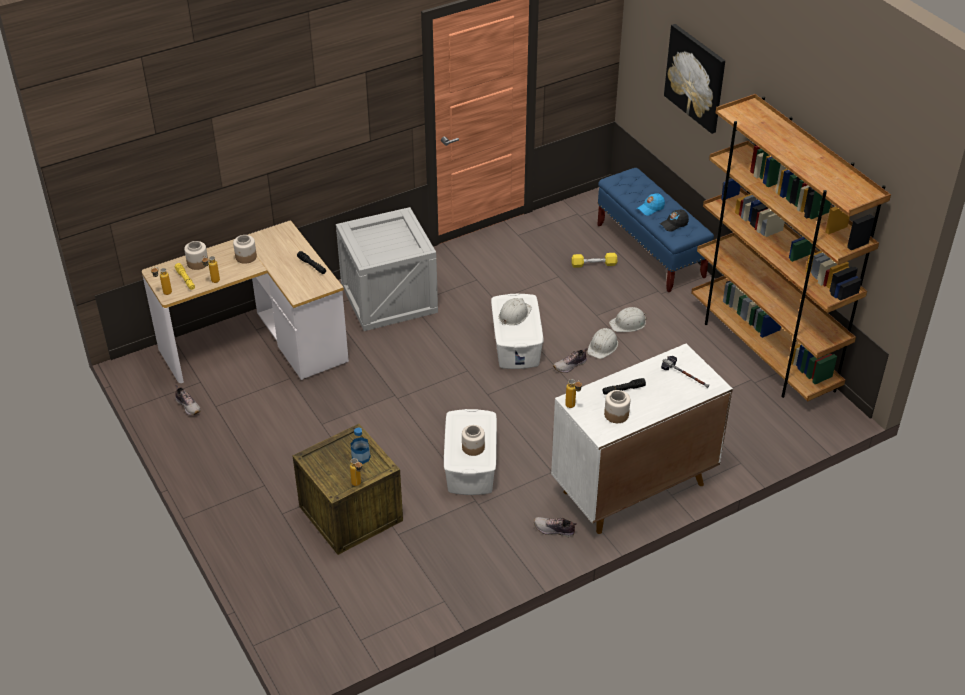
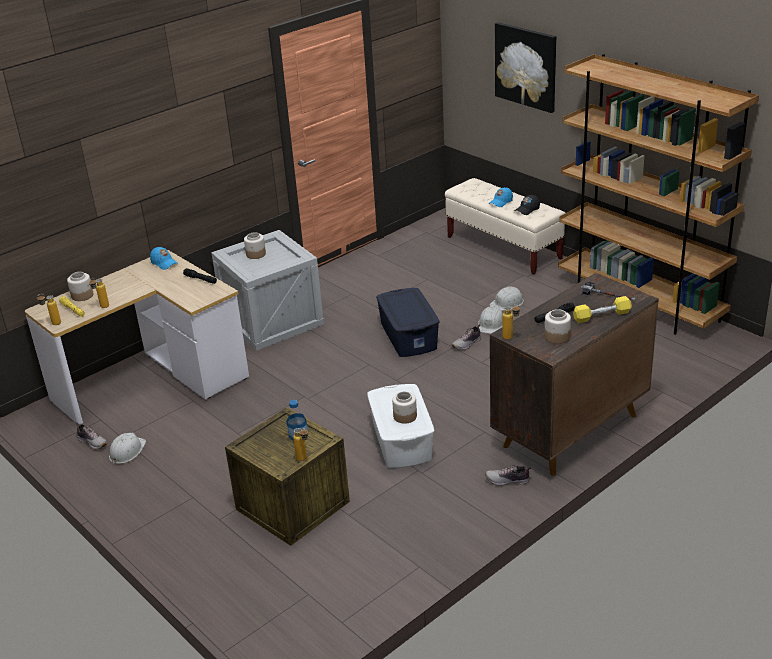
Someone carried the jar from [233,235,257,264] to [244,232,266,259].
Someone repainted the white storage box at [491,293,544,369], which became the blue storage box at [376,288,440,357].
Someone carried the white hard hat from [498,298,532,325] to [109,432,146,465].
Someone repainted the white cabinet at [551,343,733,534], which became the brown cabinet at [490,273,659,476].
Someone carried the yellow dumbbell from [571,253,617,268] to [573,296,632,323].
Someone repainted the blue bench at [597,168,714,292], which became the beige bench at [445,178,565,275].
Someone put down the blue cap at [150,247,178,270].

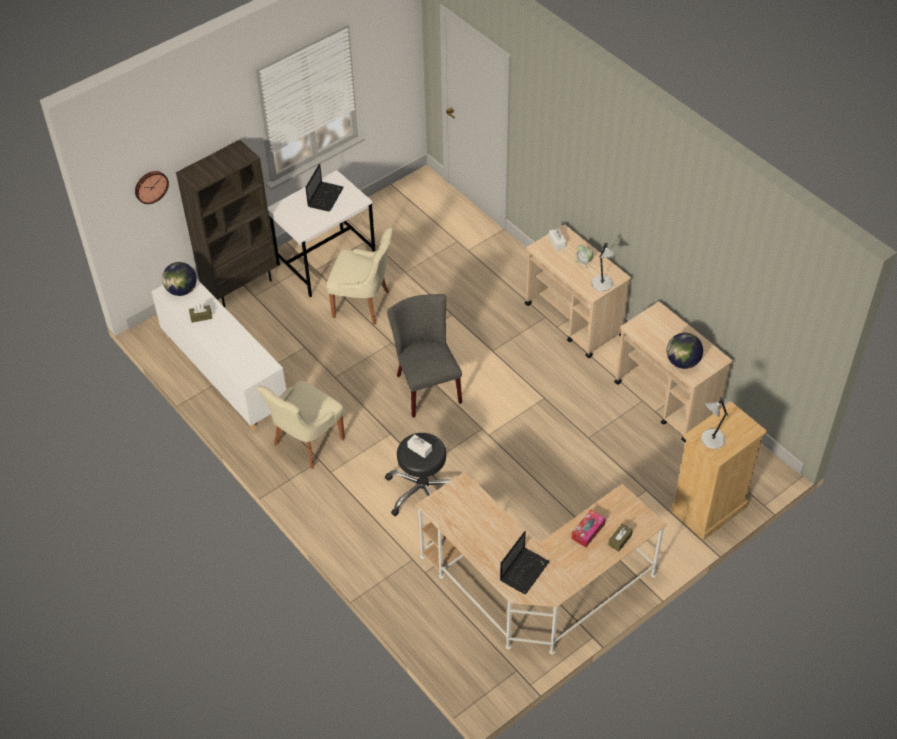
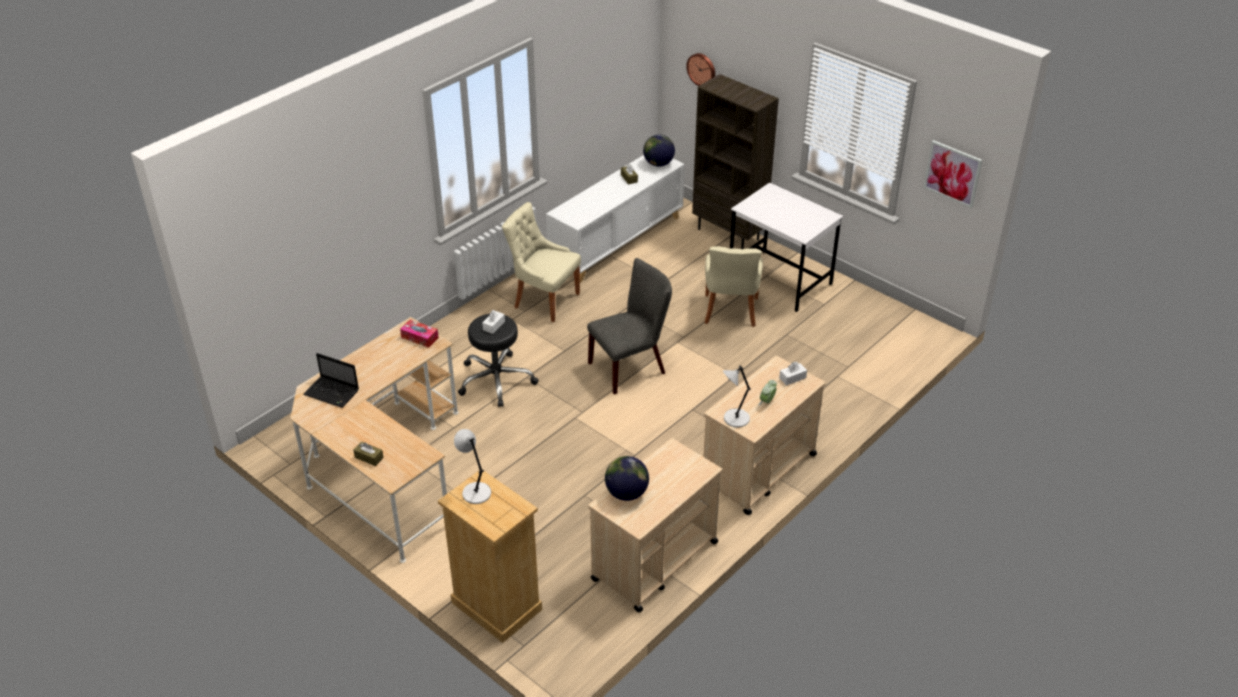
Someone took away the laptop at [305,164,344,211].
Someone carried the tissue box from [571,510,606,547] to [400,319,439,348].
Someone put up the picture at [924,140,982,208].

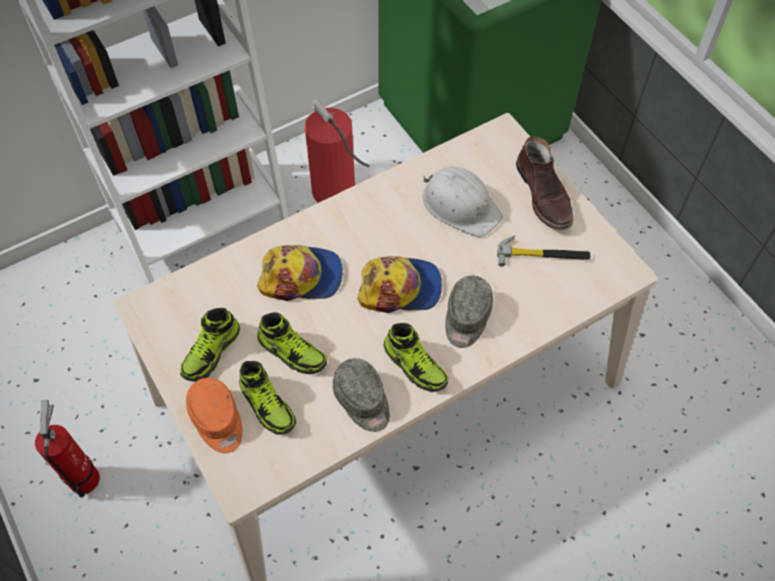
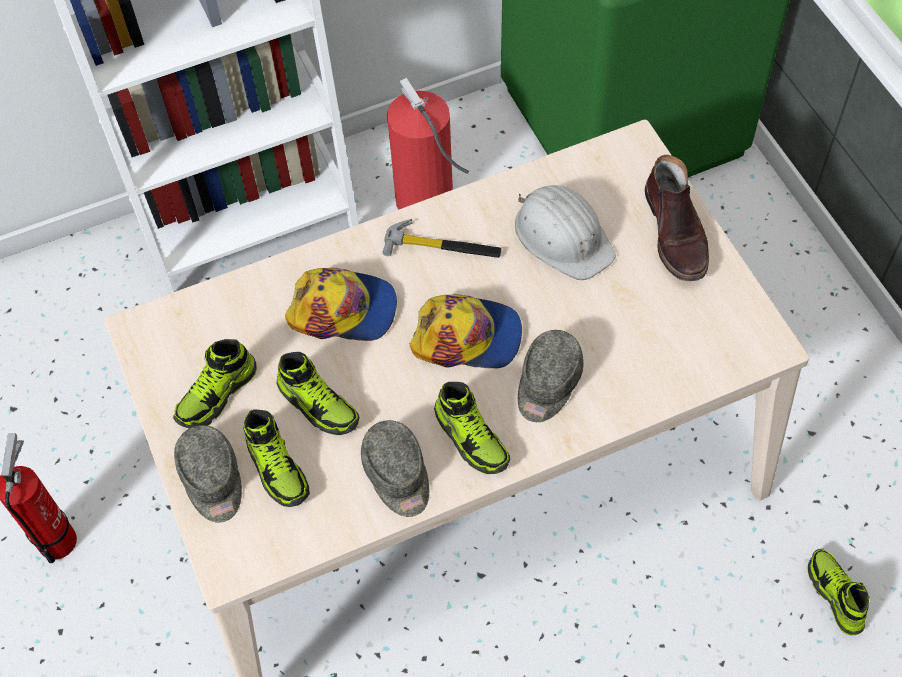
Someone repainted the orange cap at [186,378,243,453], which became the grey cap at [174,425,242,523].
Someone carried the hammer from [497,235,590,267] to [382,219,501,258].
Someone put down the shoe at [807,549,870,635].

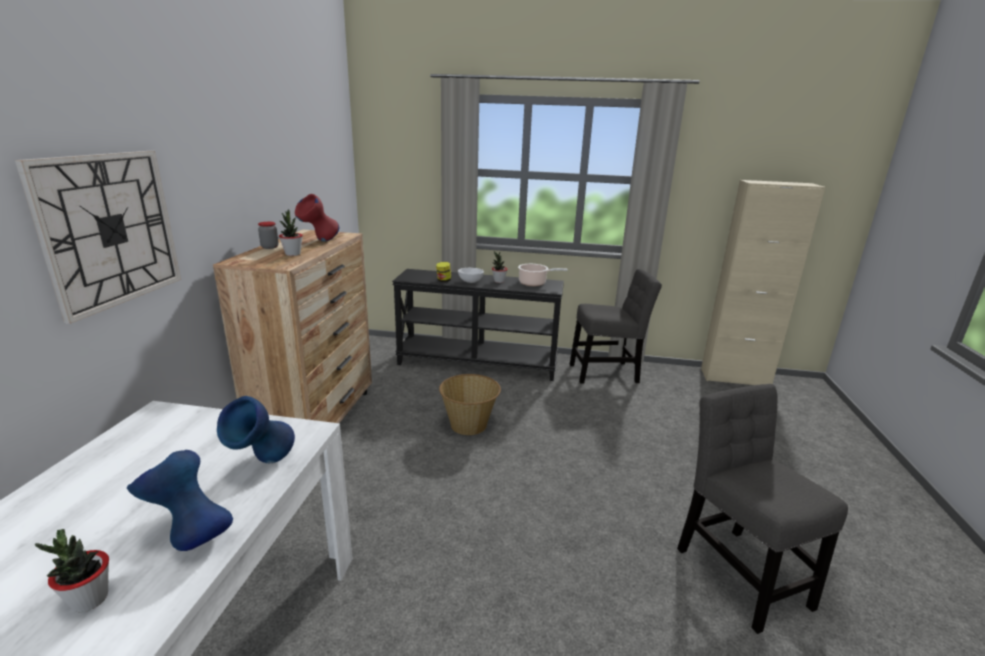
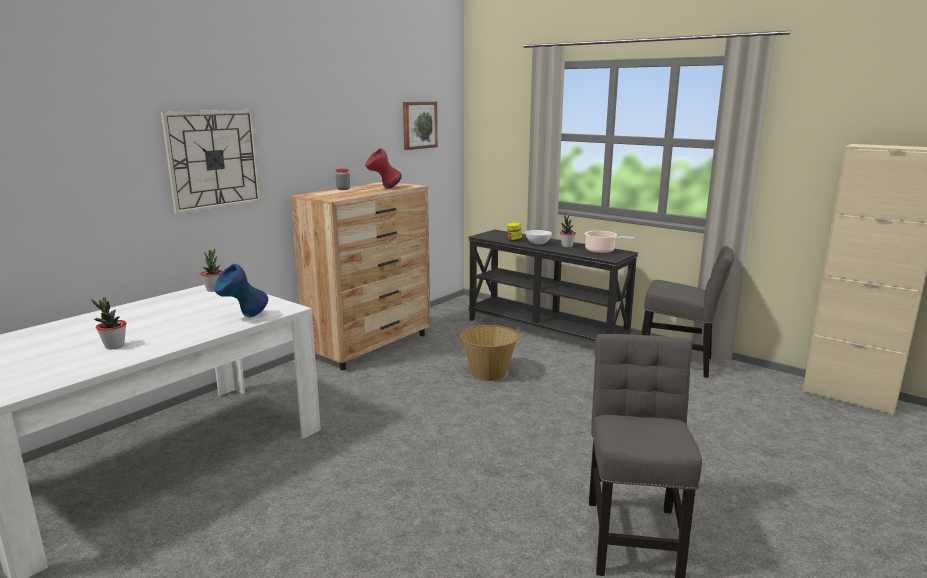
Someone took away the blue vase at [127,450,233,551].
Someone carried the potted plant from [279,209,303,256] to [201,248,222,292].
Someone put up the picture at [403,102,438,150].

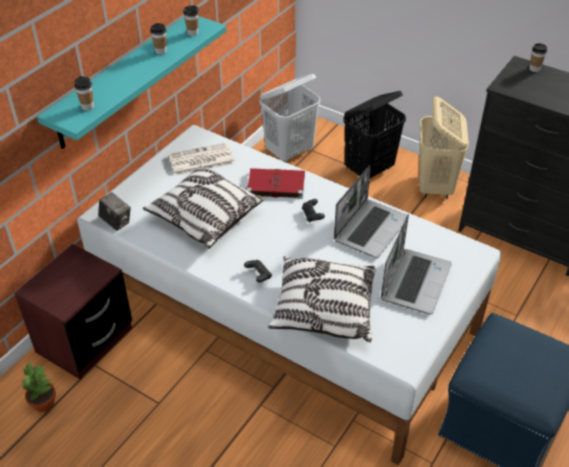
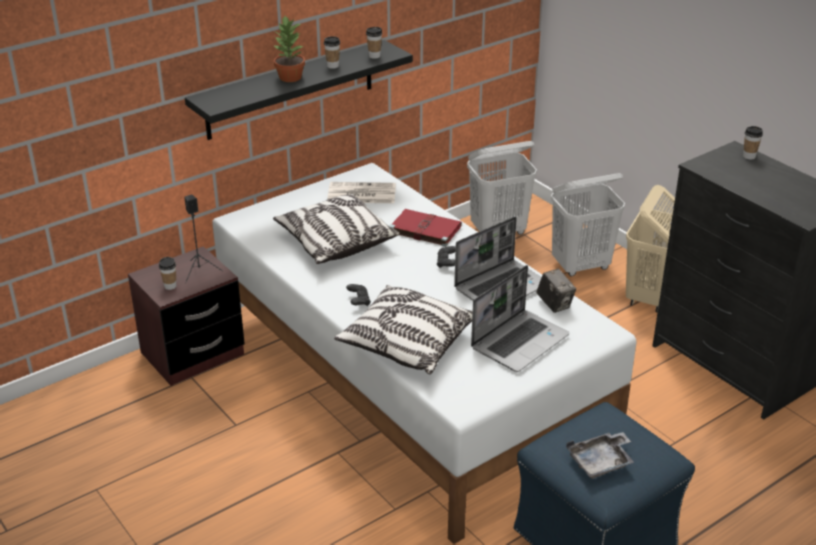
Someone carried the potted plant from [21,362,56,412] to [273,16,305,82].
Someone repainted the turquoise shelf at [37,16,226,149], which became the black shelf at [185,40,413,140].
Someone carried the cup from [74,76,94,111] to [159,257,176,290].
Someone carried the photo camera from [98,192,131,231] to [536,269,576,313].
Someone repainted the black laundry basket at [343,91,406,178], which became the white laundry basket at [551,173,625,276].
Someone put down the black speaker at [184,195,223,283].
Someone put down the grey tray at [566,432,634,479].

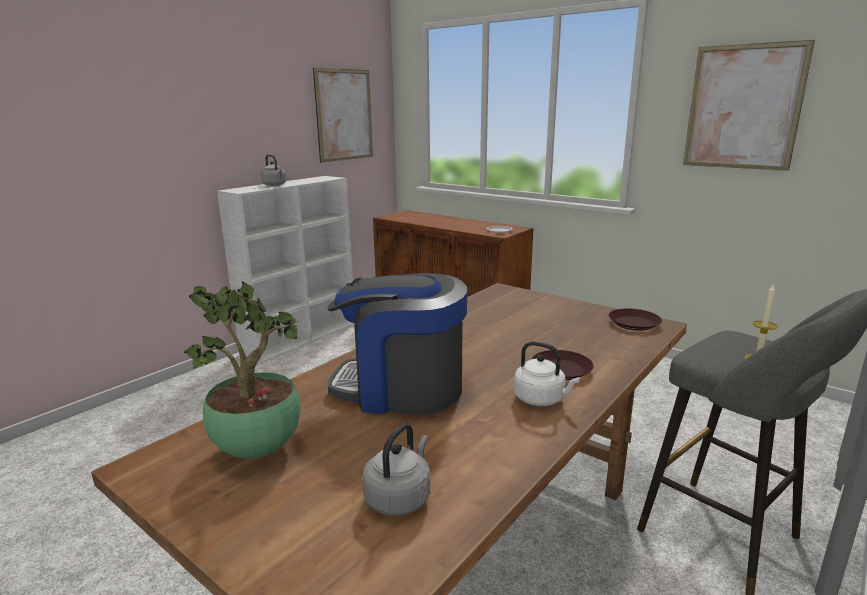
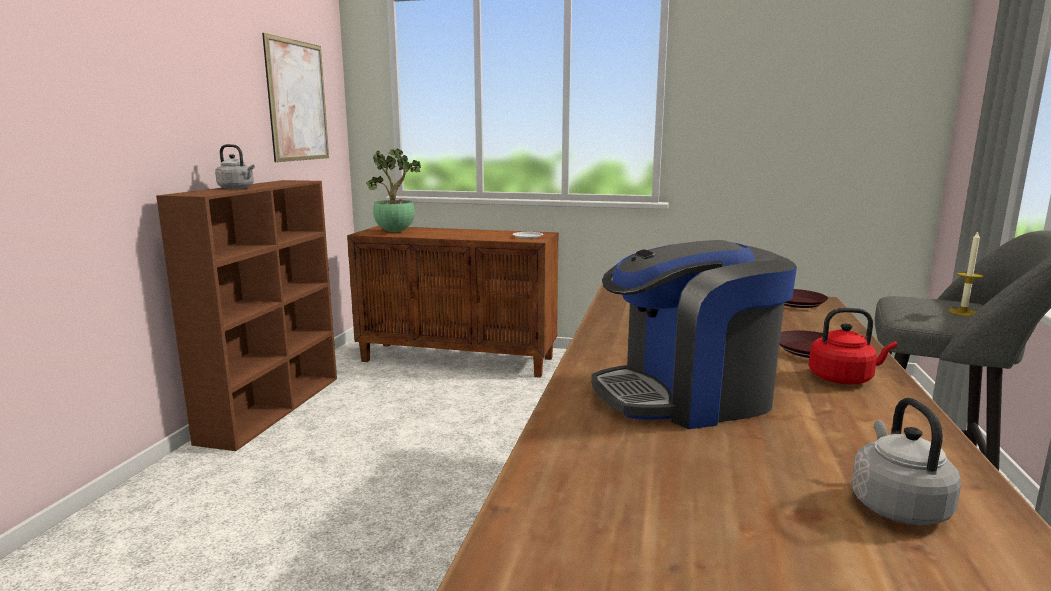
Someone carried the potted plant from [184,282,301,459] to [366,148,421,232].
Someone repainted the white bookcase at [217,176,355,364], which became the brown bookcase at [156,180,337,451].
Someone repainted the white kettle at [514,341,580,406], which became the red kettle at [808,308,897,385].
Someone took away the picture at [683,40,815,171].

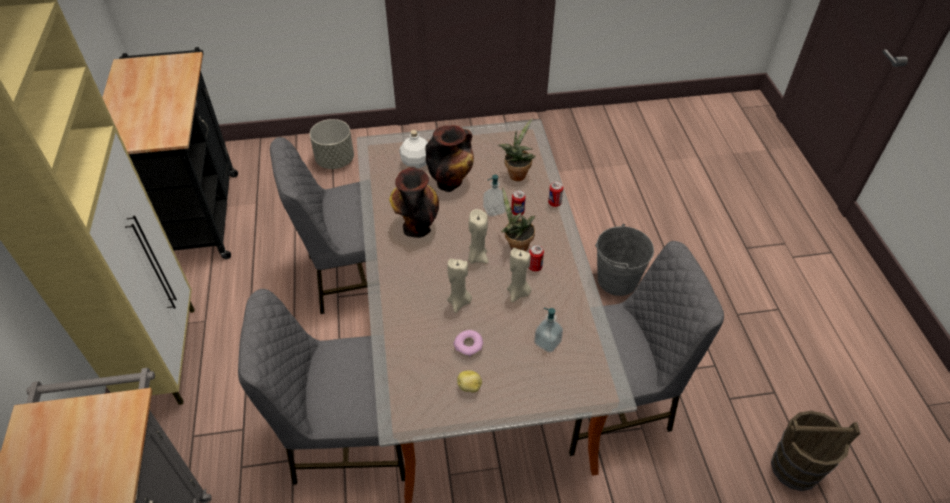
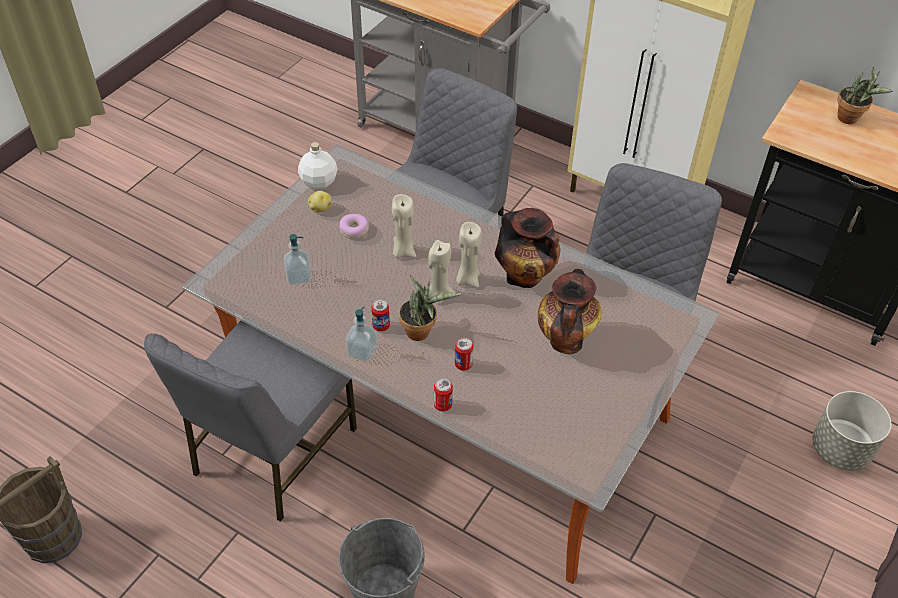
Someone carried the white bottle from [399,130,428,169] to [298,142,338,189].
Someone carried the soap dispenser from [483,175,506,217] to [346,307,377,362].
Someone carried the potted plant from [498,118,536,181] to [837,67,893,124].
Someone carried the beige candle from [507,248,531,303] to [456,222,482,288].

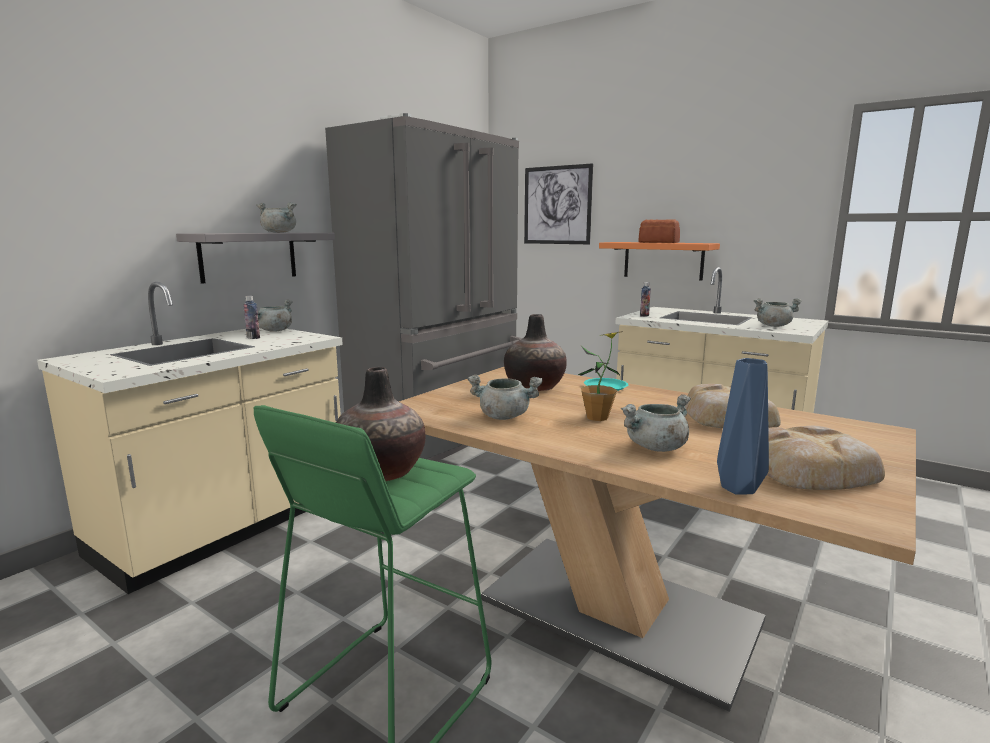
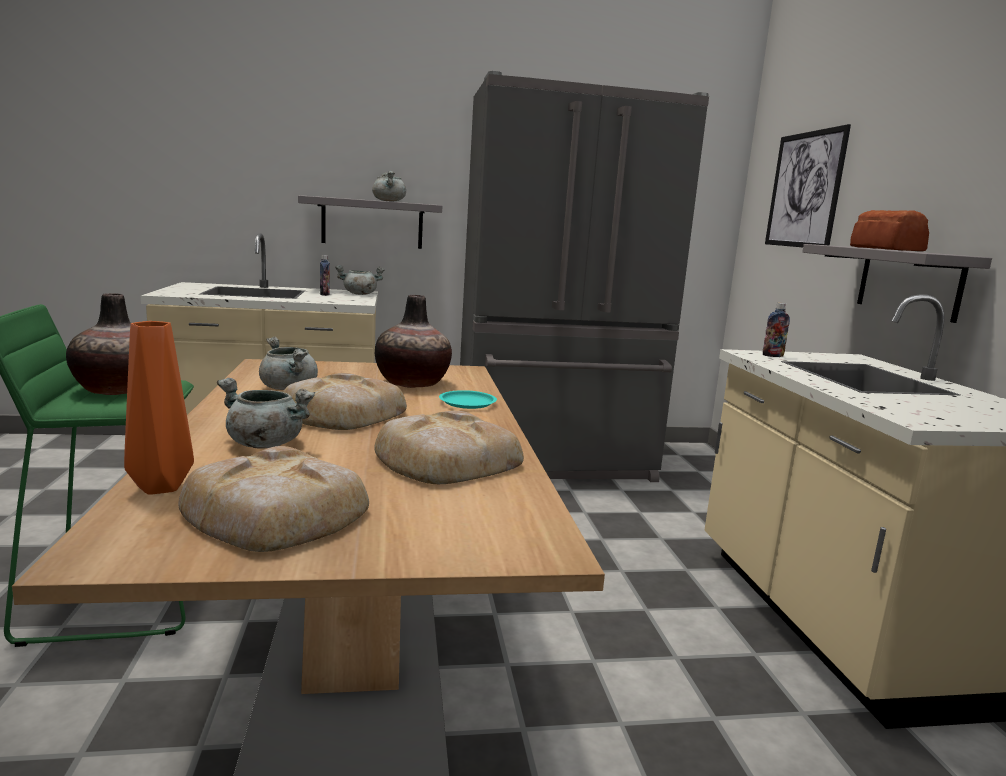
Someone swapped the potted plant at [578,332,621,421] for the bread at [283,373,407,430].
Someone repainted the orange shelf at [599,242,720,281], which became the grey shelf at [802,244,992,323].
Someone repainted the blue vase at [717,358,769,495], which became the orange vase at [124,321,194,495].
Someone took away the grey cooking pot at [754,298,802,327].

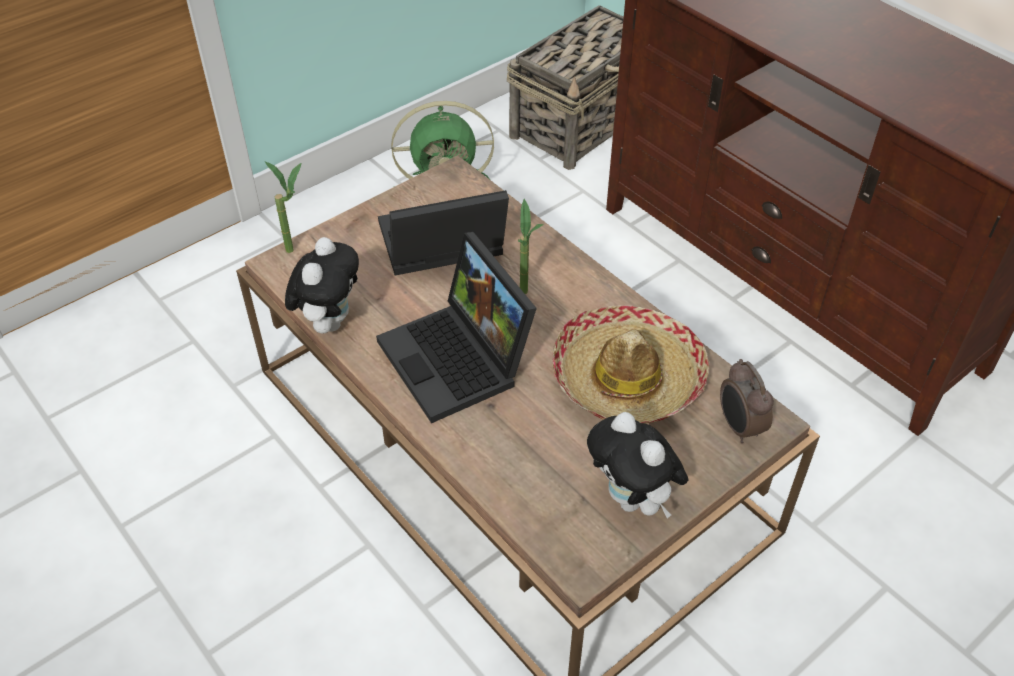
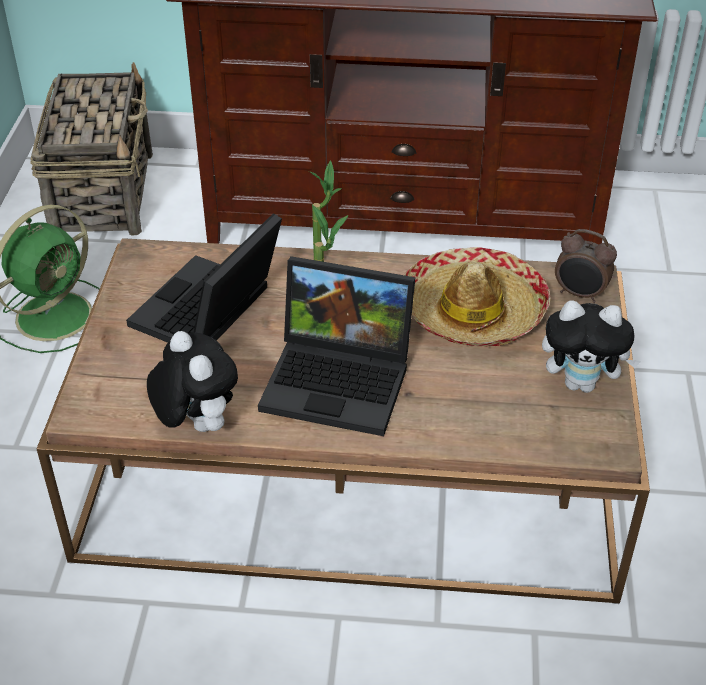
Someone carried the potted plant from [264,161,301,253] to [309,160,342,260].

